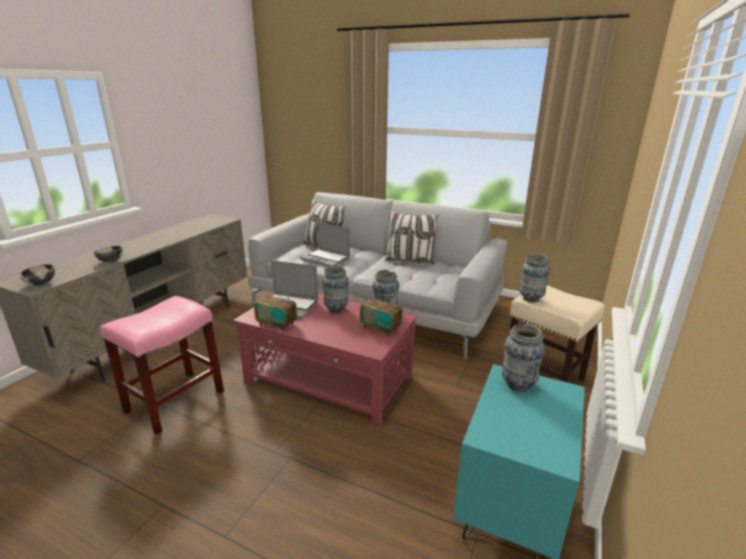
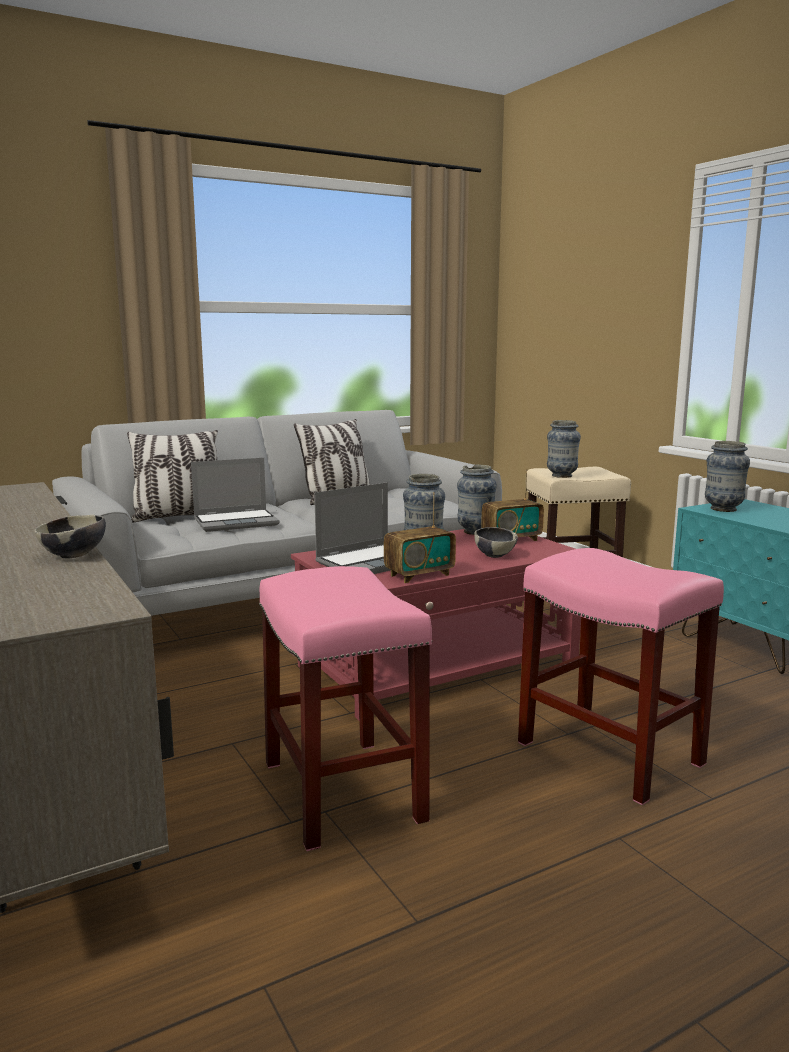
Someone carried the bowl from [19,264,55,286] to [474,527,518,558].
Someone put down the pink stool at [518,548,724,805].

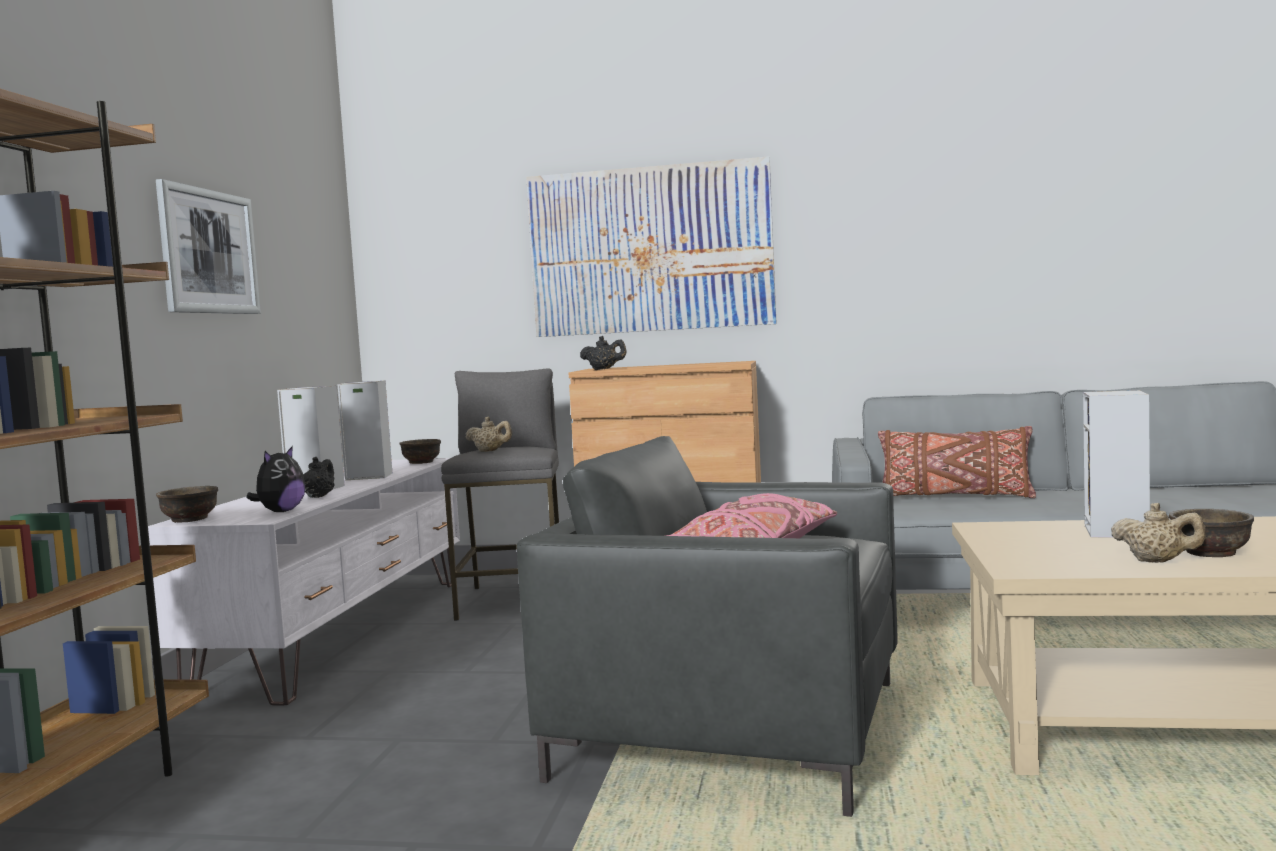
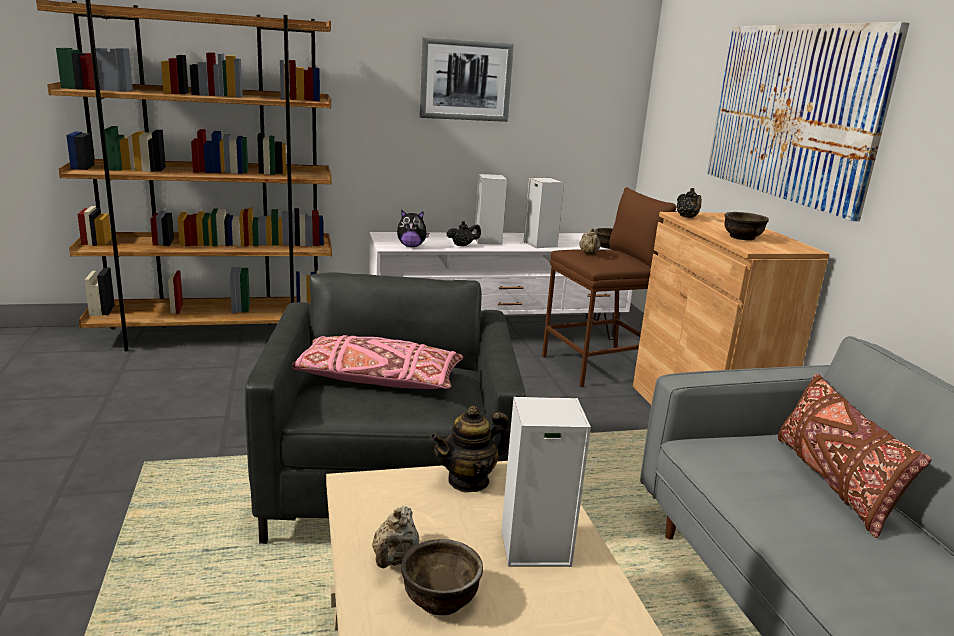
Someone carried the brown bowl from [156,486,218,523] to [724,212,769,240].
Someone repainted the grey stool at [441,369,559,621], which became the brown stool at [542,187,677,387].
Someone put down the teapot at [430,406,509,492].

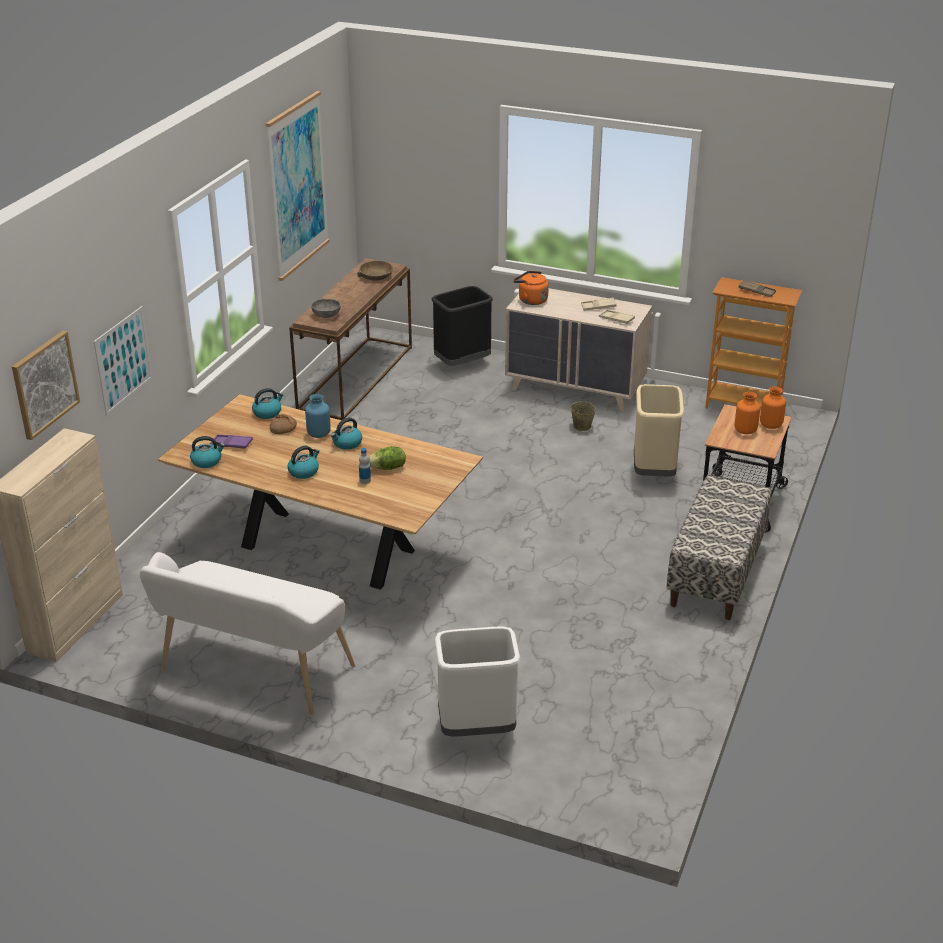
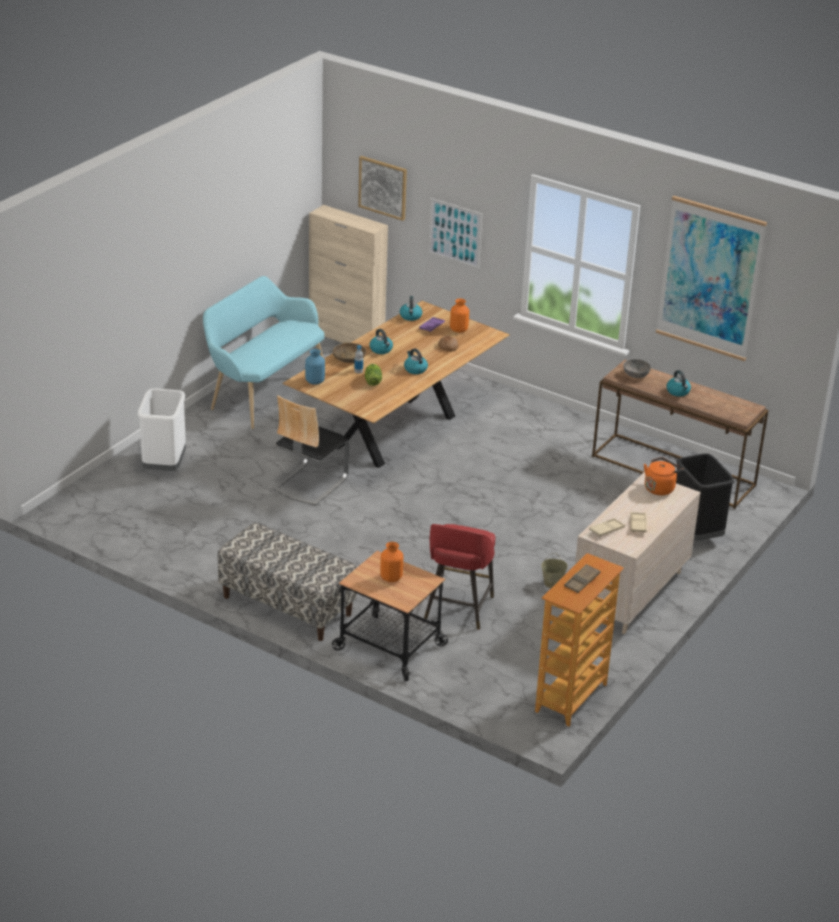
Someone repainted the white bench at [140,552,355,715], which became the turquoise bench at [203,276,325,429].
Someone carried the kettle from [252,388,283,419] to [666,370,691,396].
Someone carried the blue vase from [305,394,331,438] to [305,349,325,385].
Someone carried the brown bowl from [357,261,393,281] to [333,342,366,363].
Someone swapped the beige trash can at [634,384,684,477] for the red stool at [424,524,495,630].
Someone carried the orange vase from [760,387,786,429] to [450,299,469,333].
Someone put down the chair at [273,396,349,506].

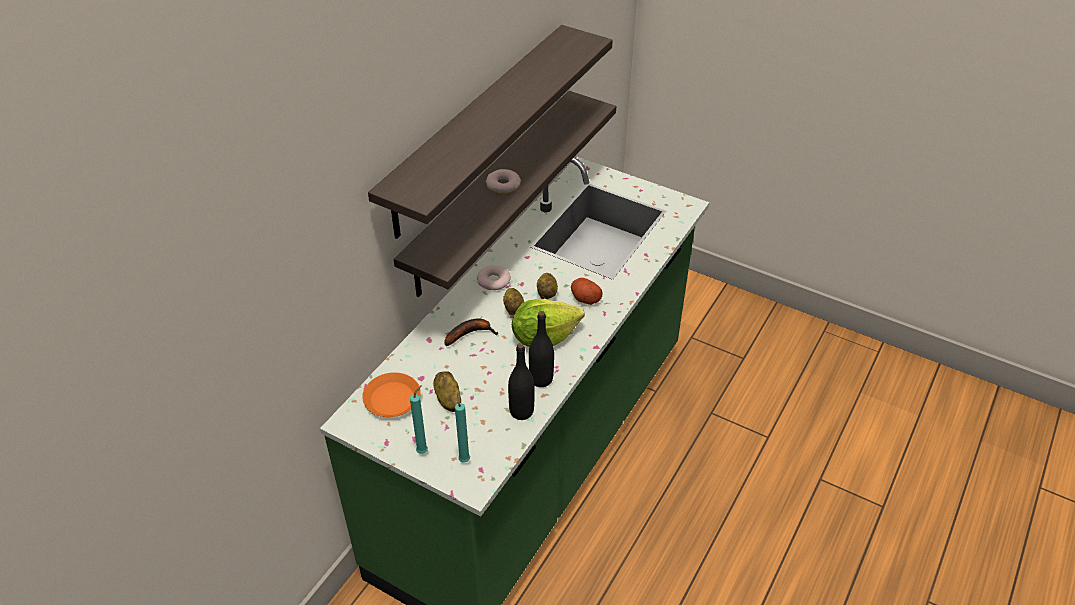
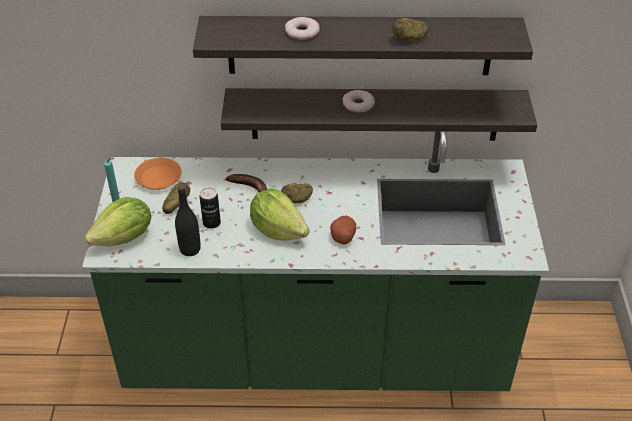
Someone swapped the turquoise candle at [455,392,470,463] for the lettuce at [84,197,151,247].
Someone carried the donut from [477,265,511,290] to [285,17,320,40].
Someone took away the black bottle at [529,311,554,387].
Someone carried the potato from [537,273,558,299] to [392,18,428,42].
Someone put down the can at [200,187,221,229].

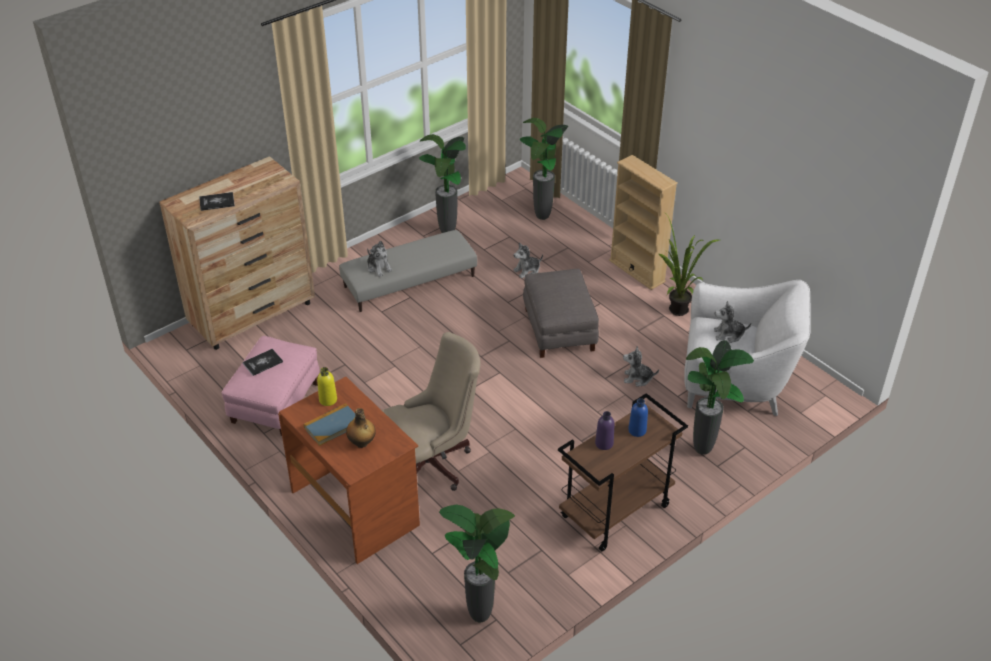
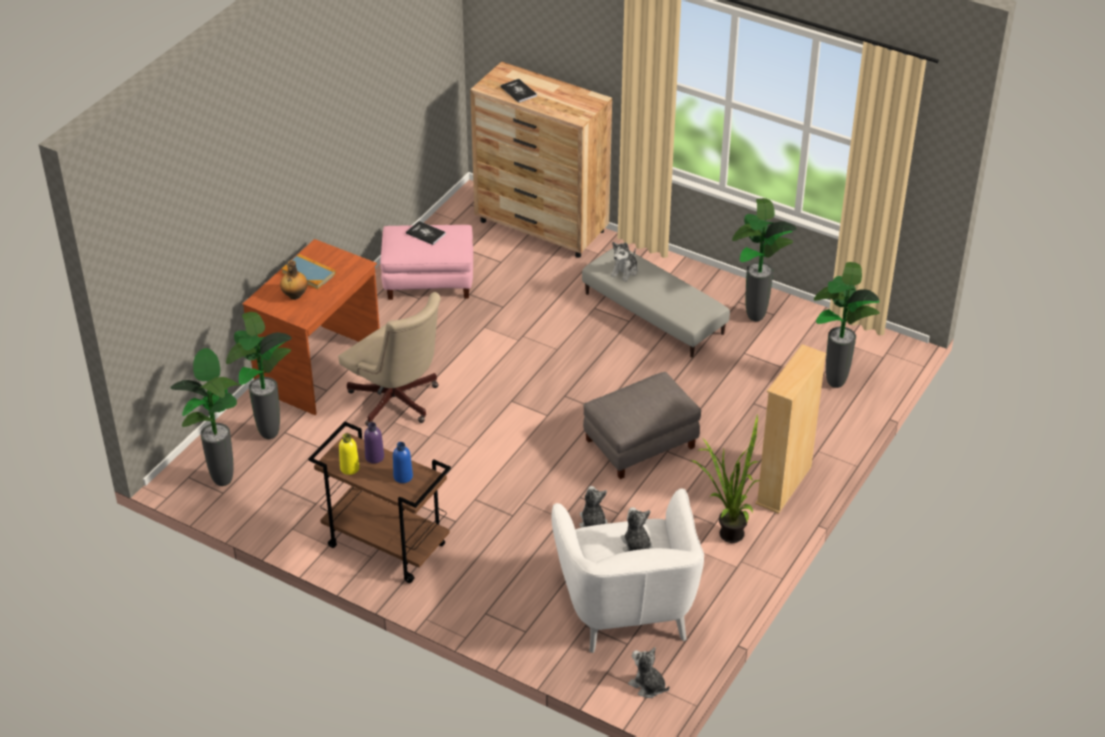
Someone carried the yellow bottle from [317,367,337,406] to [339,433,359,475].
Someone carried the plush toy from [513,242,543,278] to [628,647,669,698].
Someone carried the potted plant from [686,340,754,455] to [226,312,292,439].

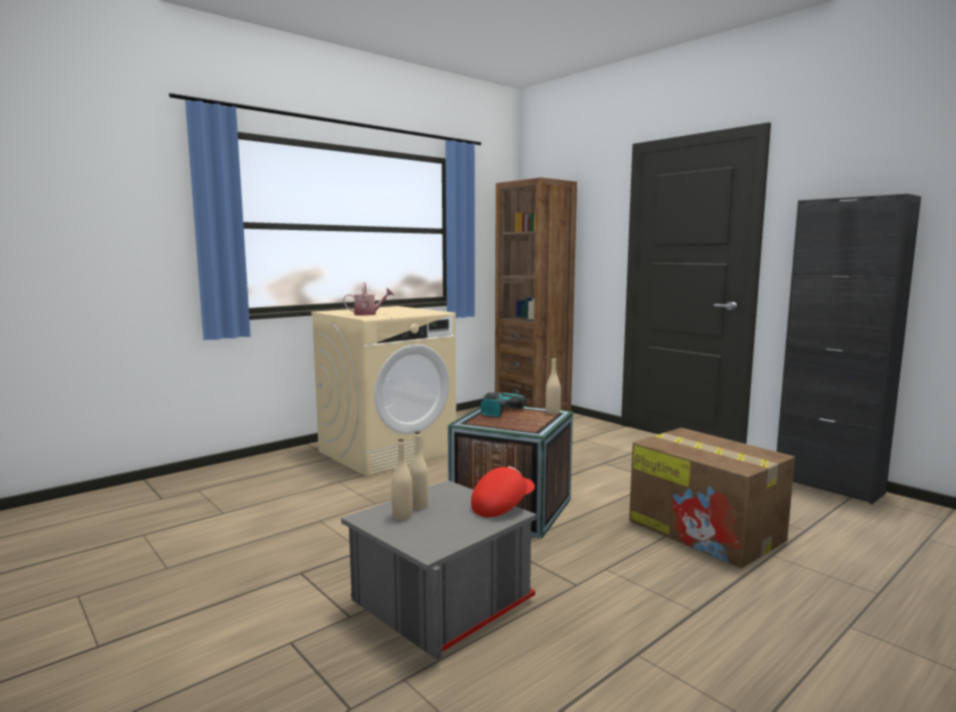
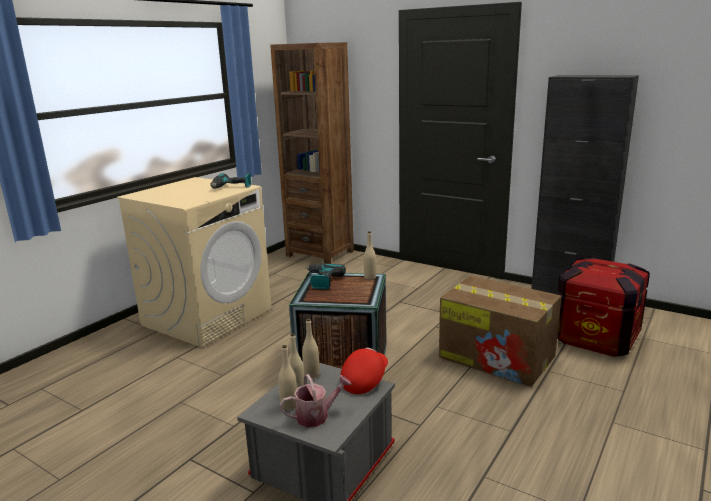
Someone carried the watering can from [343,282,394,316] to [280,374,352,427].
Someone put down the power drill at [211,173,251,189].
Someone put down the beige bottle at [302,318,319,379].
Someone put down the crate at [557,257,650,357].

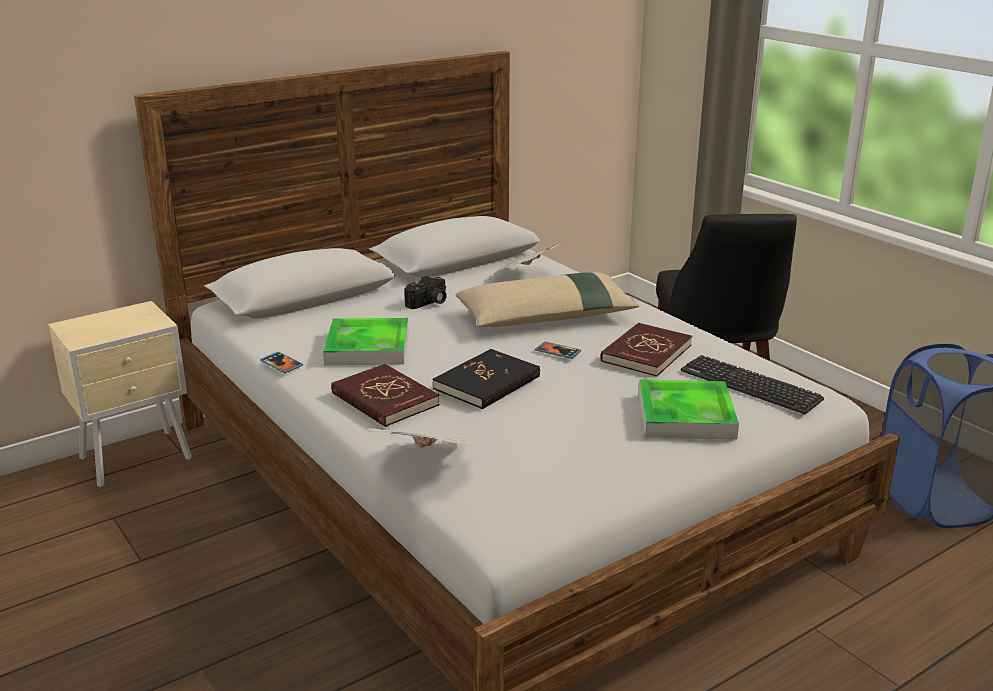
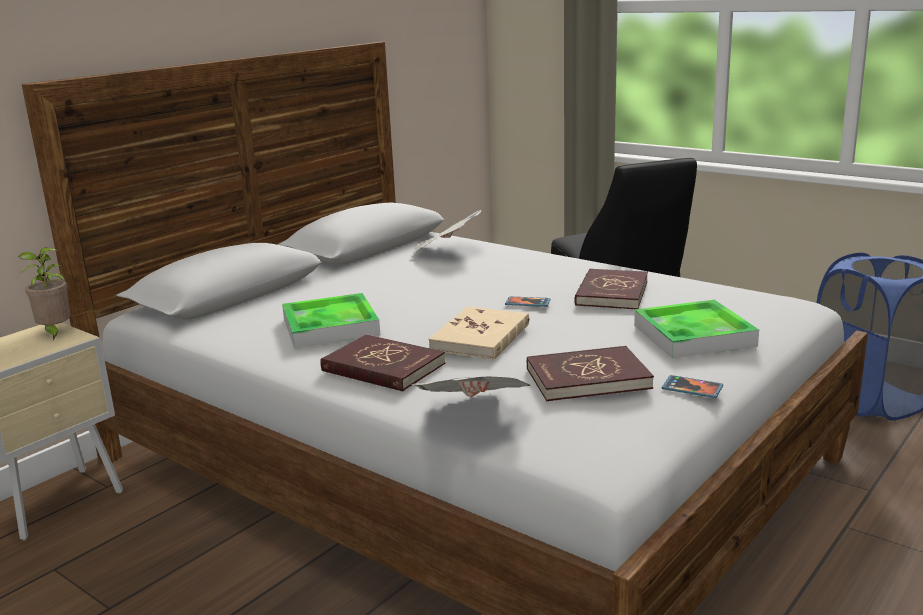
Someone carried the phone from [260,352,303,373] to [662,375,723,398].
Someone took away the photo camera at [404,276,447,309].
Someone repainted the black book at [433,349,540,409], which became the beige book at [428,306,529,360].
Someone took away the beige pillow at [456,272,639,327].
Someone took away the keyboard at [681,355,824,414].
Someone put down the potted plant at [18,248,71,341].
Someone put down the red book at [527,346,654,401].

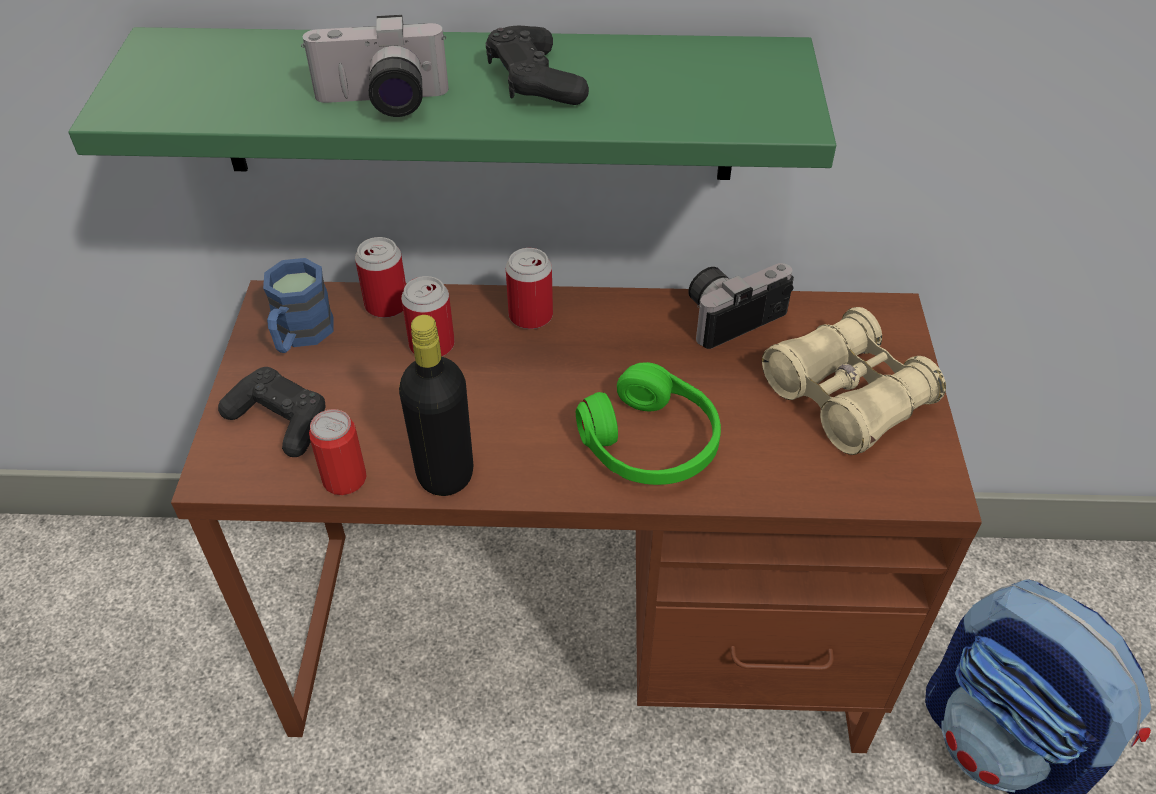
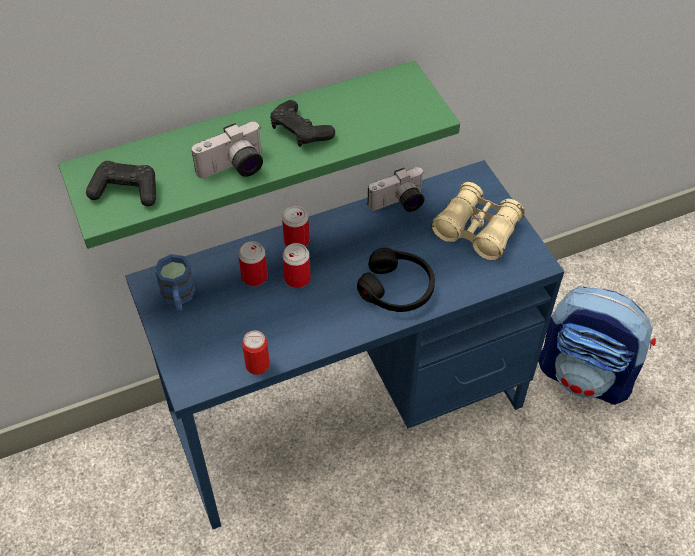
Someone repainted the brown desk at [171,280,982,753], which became the blue desk at [125,160,564,529].
Someone carried the black game controller from [218,367,325,457] to [86,161,156,206].
Someone carried the can from [355,237,406,318] to [282,243,311,288].
Someone took away the black bottle at [399,315,473,496].
Someone repainted the green headphones at [576,362,721,485], which became the black headphones at [357,248,435,312].
Someone rotated the photo camera at [688,263,794,349] by 150 degrees counterclockwise.

